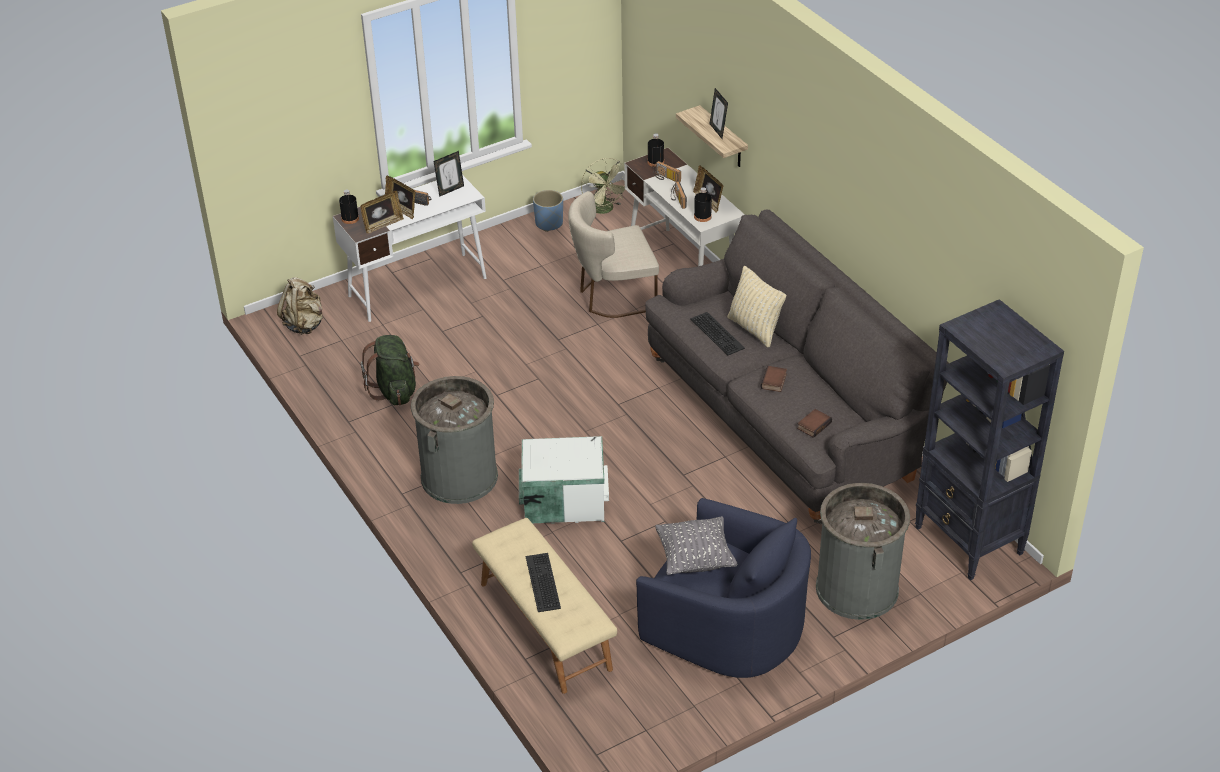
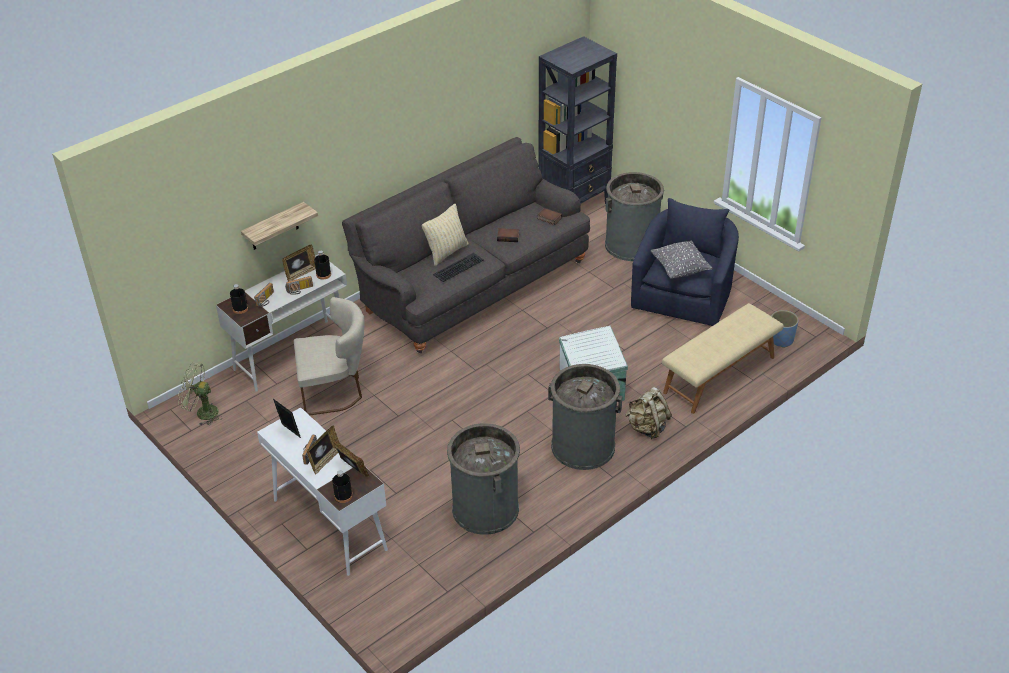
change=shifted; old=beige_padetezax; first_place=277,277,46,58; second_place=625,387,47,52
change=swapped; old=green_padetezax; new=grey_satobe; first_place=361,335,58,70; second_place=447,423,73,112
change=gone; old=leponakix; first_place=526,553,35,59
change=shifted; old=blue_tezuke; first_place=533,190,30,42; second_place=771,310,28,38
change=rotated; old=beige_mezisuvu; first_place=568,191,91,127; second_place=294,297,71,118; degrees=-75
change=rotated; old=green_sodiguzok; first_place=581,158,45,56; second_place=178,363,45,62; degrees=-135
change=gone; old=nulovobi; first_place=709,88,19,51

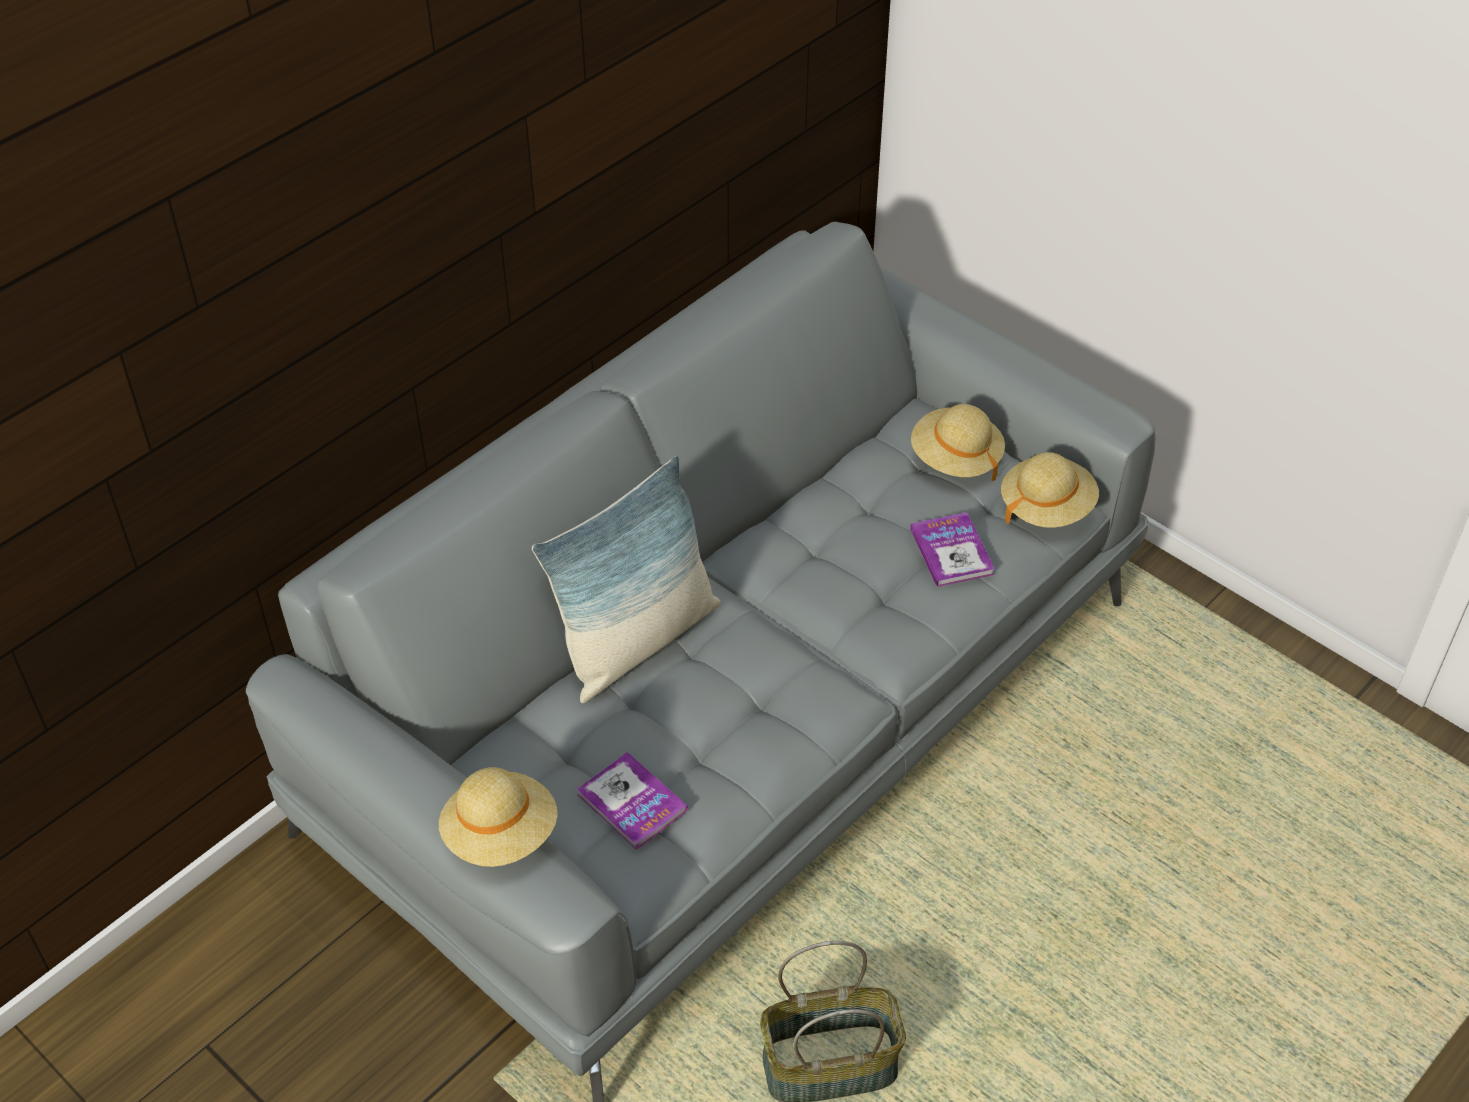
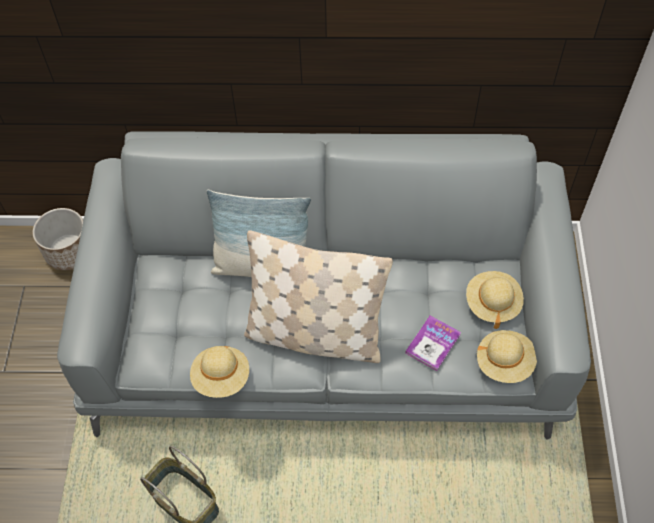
change=shifted; old=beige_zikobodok; first_place=439,767,119,100; second_place=190,346,59,52
change=gone; old=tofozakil; first_place=577,752,111,98
change=new; new=tezuke; second_place=33,208,50,62
change=new; new=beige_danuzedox; second_place=244,230,149,133

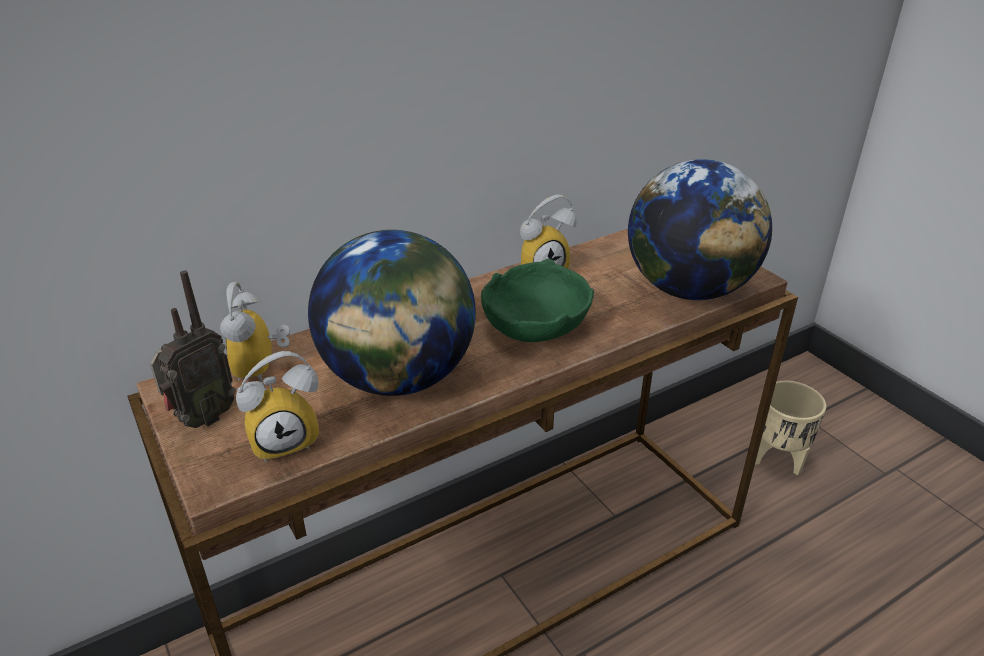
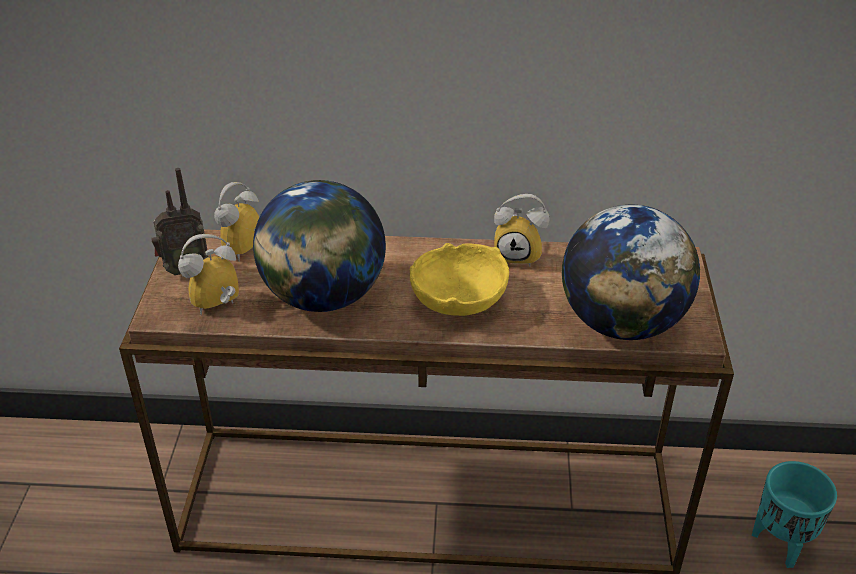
change=rotated; old=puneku; first_place=236,351,83,112; second_place=178,234,61,81; degrees=135
change=repainted; old=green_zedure; new=yellow_zedure; first_place=481,259,113,83; second_place=410,243,99,73
change=repainted; old=beige_tezuke; new=turquoise_tezuke; first_place=755,381,71,94; second_place=752,461,85,107

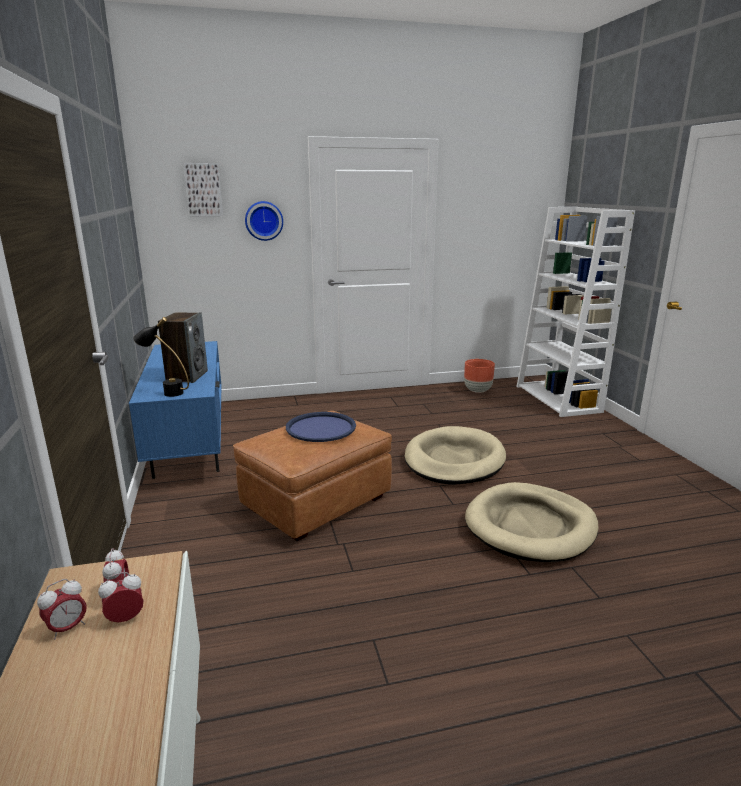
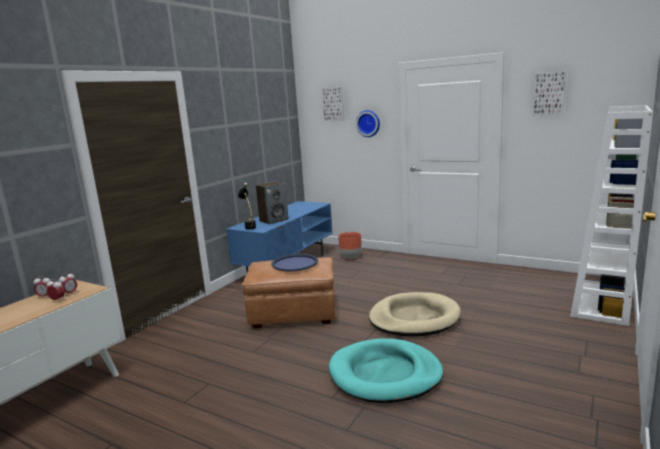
change=shifted; old=brown_tezuke; first_place=464,359,31,34; second_place=338,232,24,26
change=repainted; old=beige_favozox; new=turquoise_favozox; first_place=465,482,134,80; second_place=329,338,114,65
change=new; new=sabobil; second_place=533,71,33,44

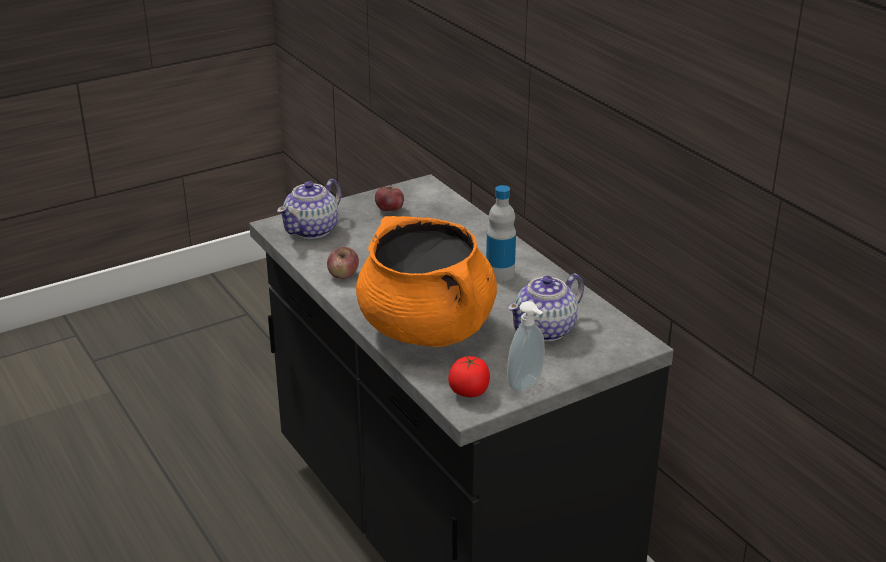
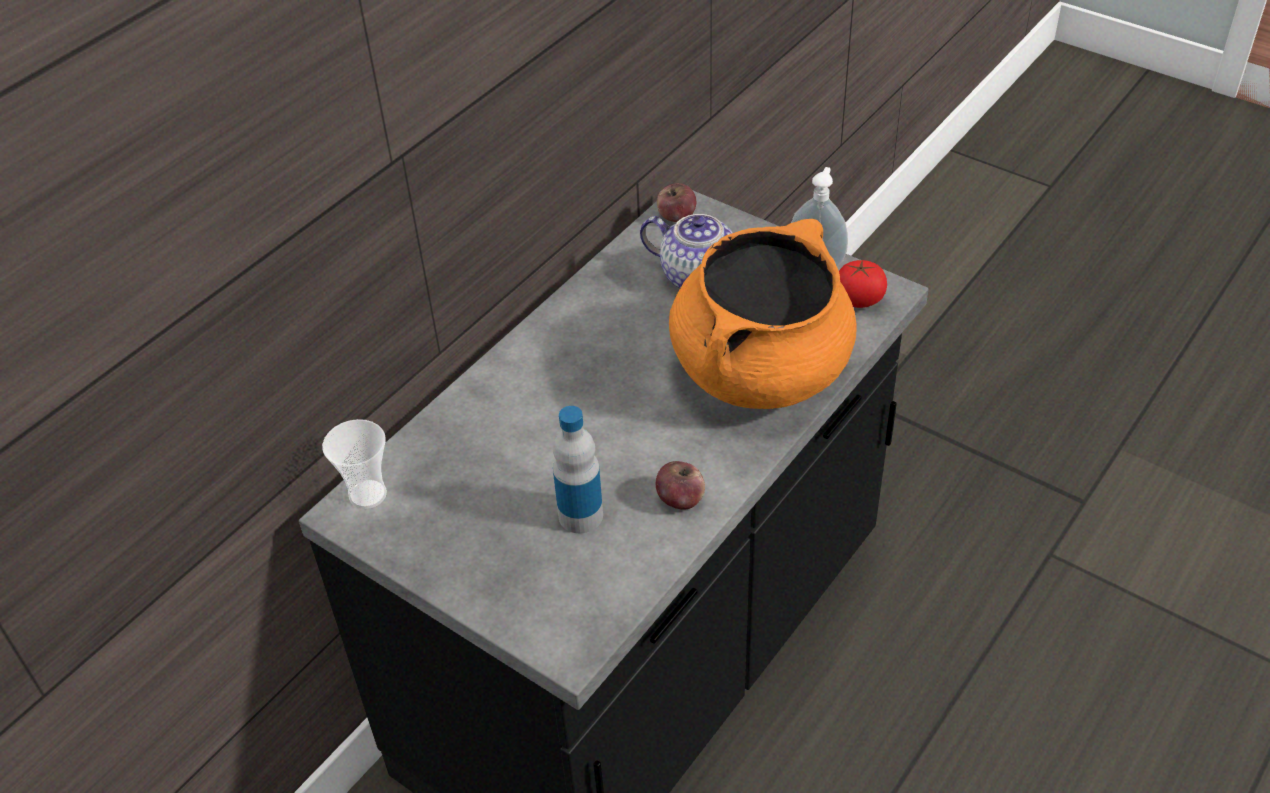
change=gone; old=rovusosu; first_place=277,179,65,60
change=shifted; old=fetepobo; first_place=375,184,29,27; second_place=657,183,39,39
change=shifted; old=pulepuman; first_place=486,185,30,96; second_place=553,406,50,127
change=new; new=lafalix; second_place=322,419,65,90

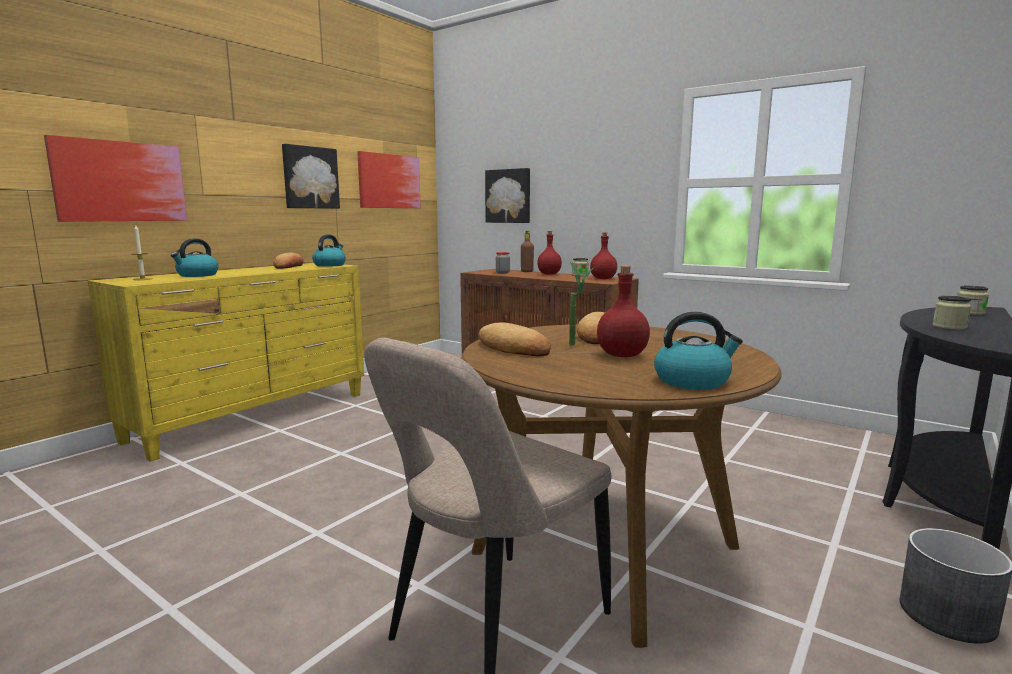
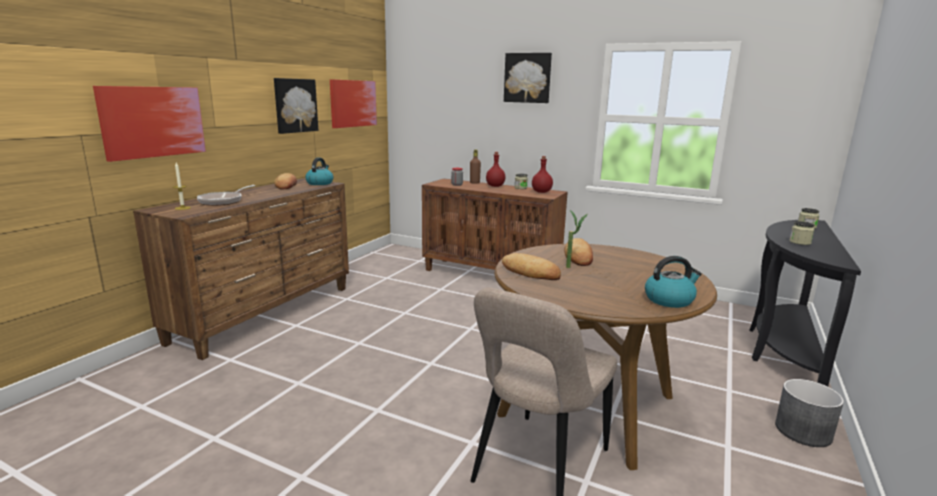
change=repainted; old=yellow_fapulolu; new=brown_fapulolu; first_place=88,263,276,199; second_place=133,178,216,182
change=swapped; old=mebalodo; new=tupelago; first_place=171,239,48,38; second_place=197,185,58,21
change=shifted; old=sabobil; first_place=485,168,45,55; second_place=504,53,48,50
change=gone; old=red_pulepuman; first_place=597,266,53,91

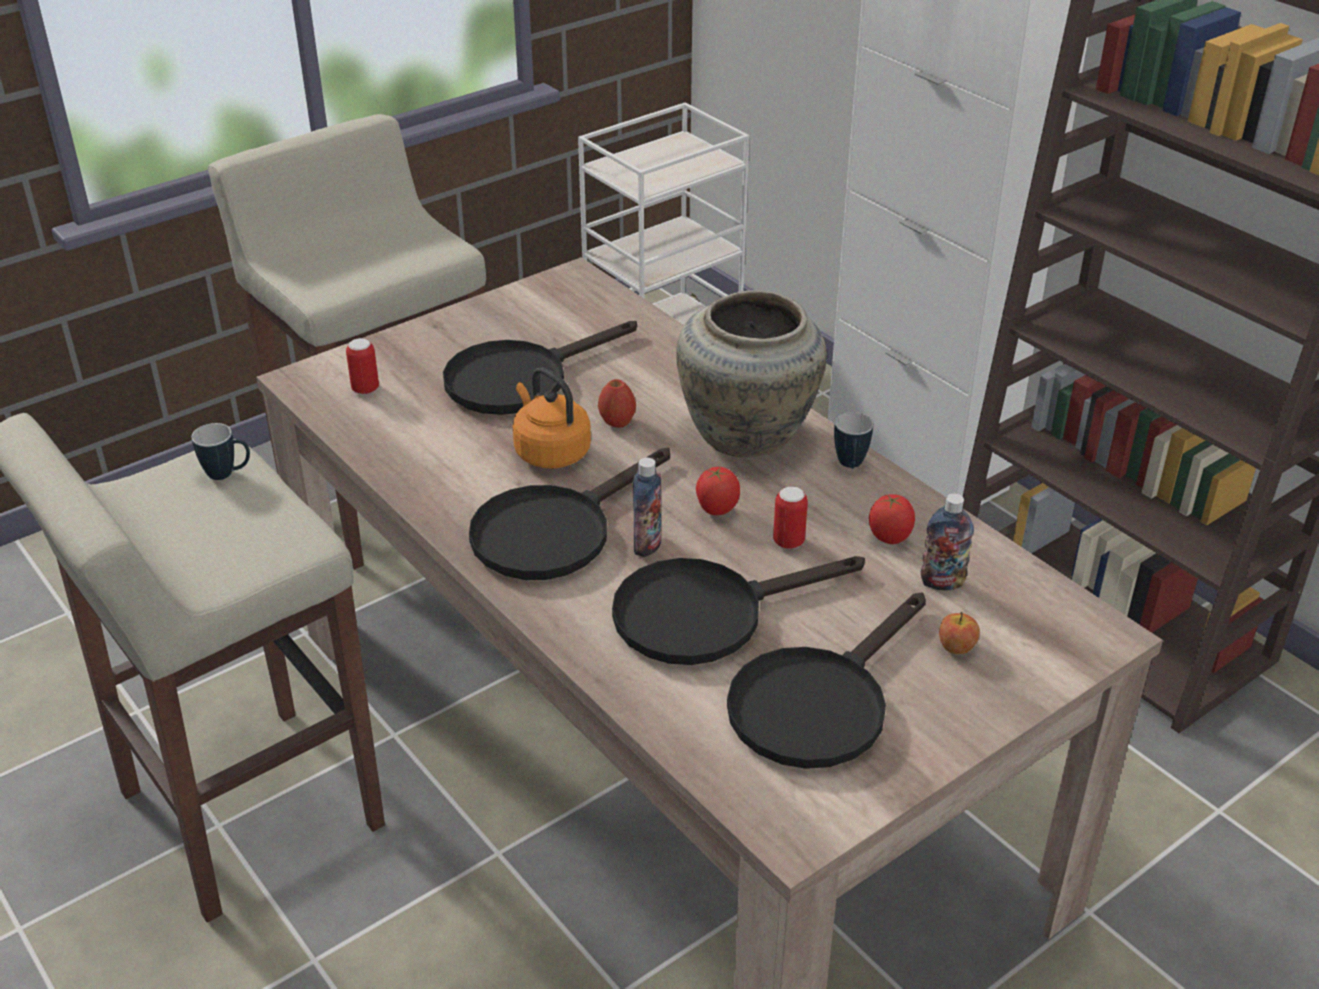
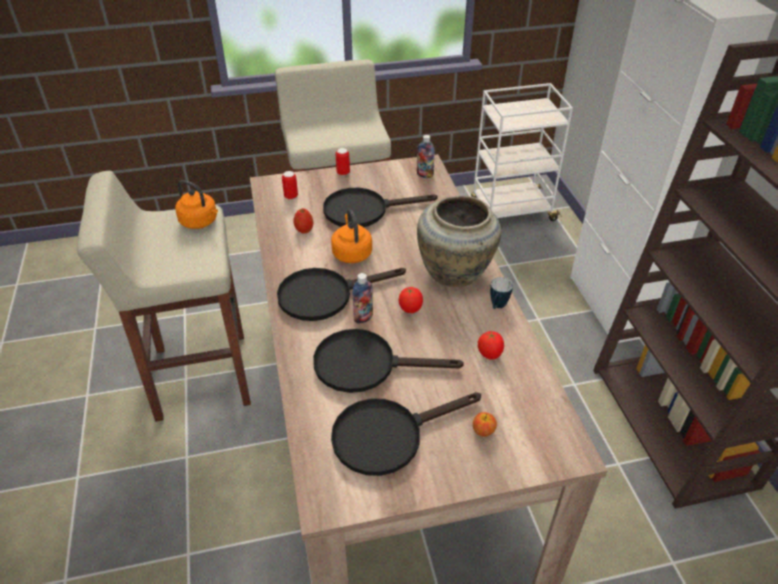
change=swapped; old=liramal; new=orange_mebalodo; first_place=191,423,59,57; second_place=175,180,43,49
change=shifted; old=fetepobo; first_place=598,379,38,49; second_place=294,208,20,26
change=shifted; old=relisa; first_place=773,487,35,62; second_place=335,148,15,28
change=shifted; old=pulepuman; first_place=921,493,53,97; second_place=417,135,18,43

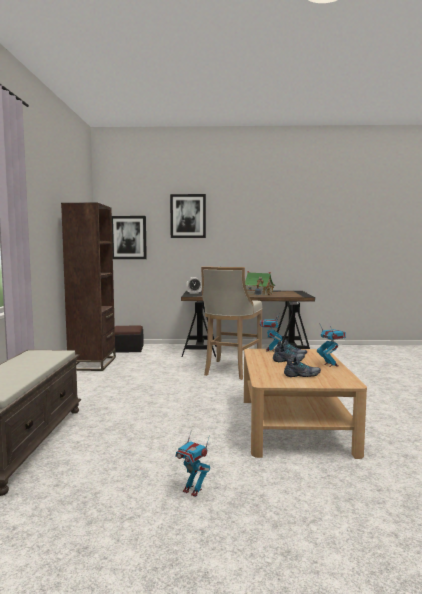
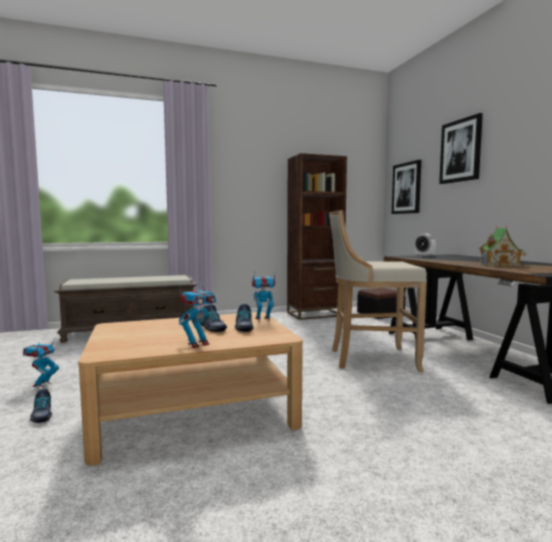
change=shifted; old=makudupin; first_place=284,357,37,20; second_place=30,388,22,35

